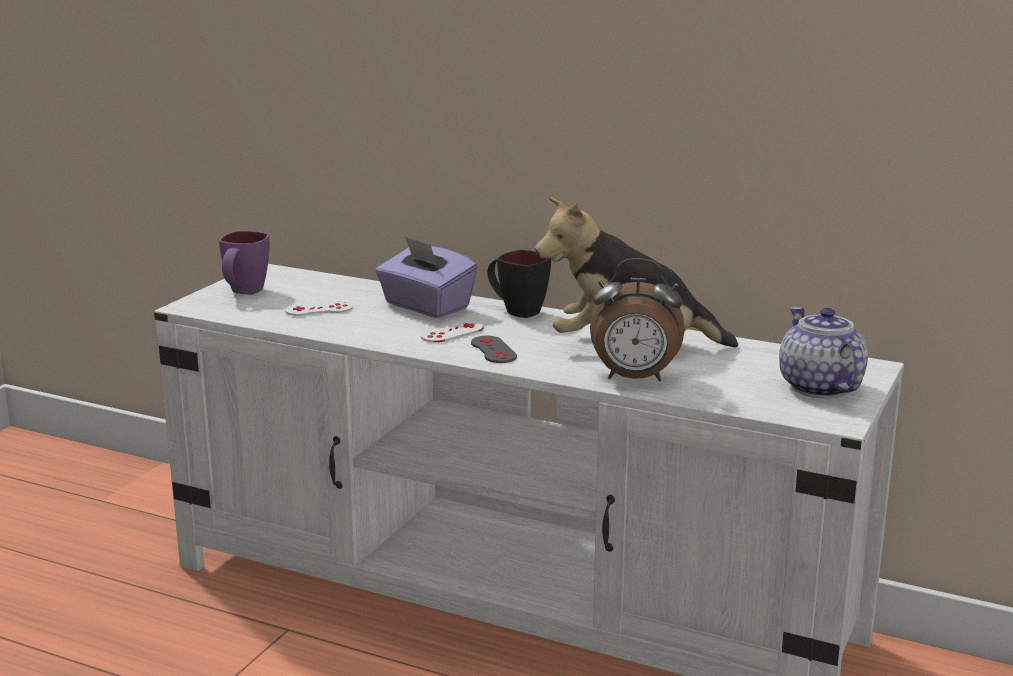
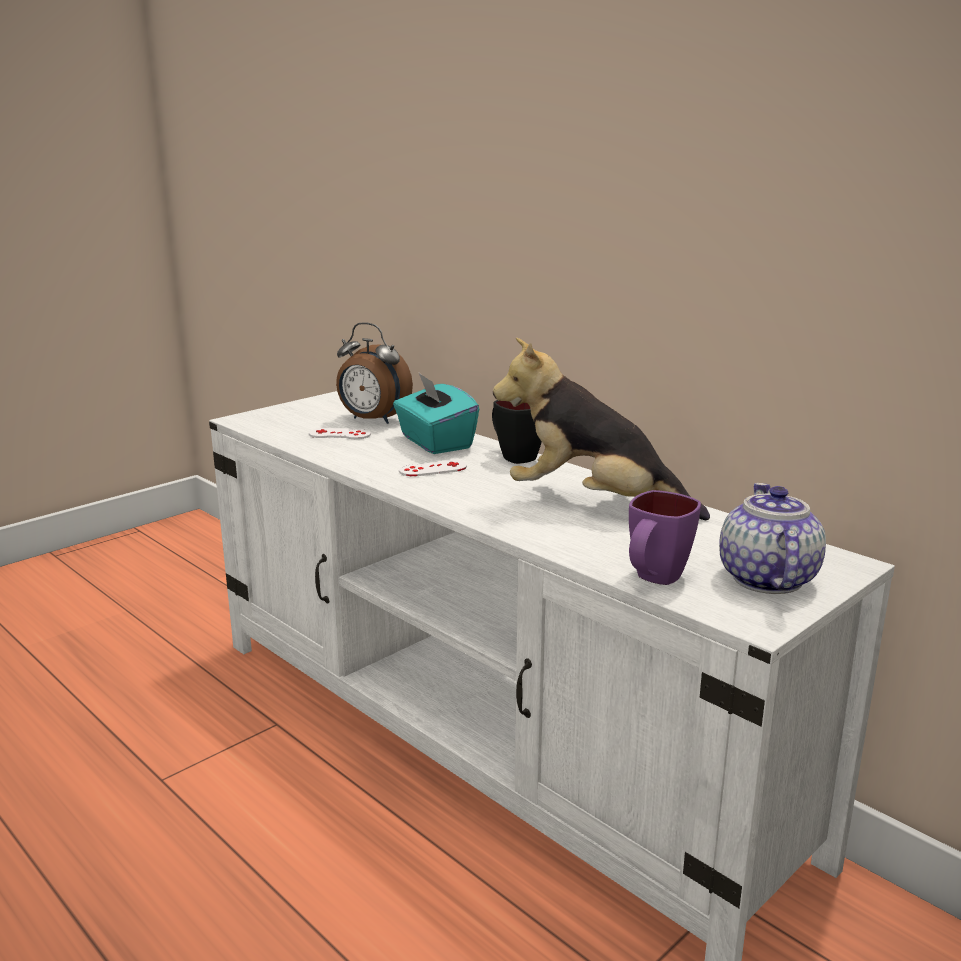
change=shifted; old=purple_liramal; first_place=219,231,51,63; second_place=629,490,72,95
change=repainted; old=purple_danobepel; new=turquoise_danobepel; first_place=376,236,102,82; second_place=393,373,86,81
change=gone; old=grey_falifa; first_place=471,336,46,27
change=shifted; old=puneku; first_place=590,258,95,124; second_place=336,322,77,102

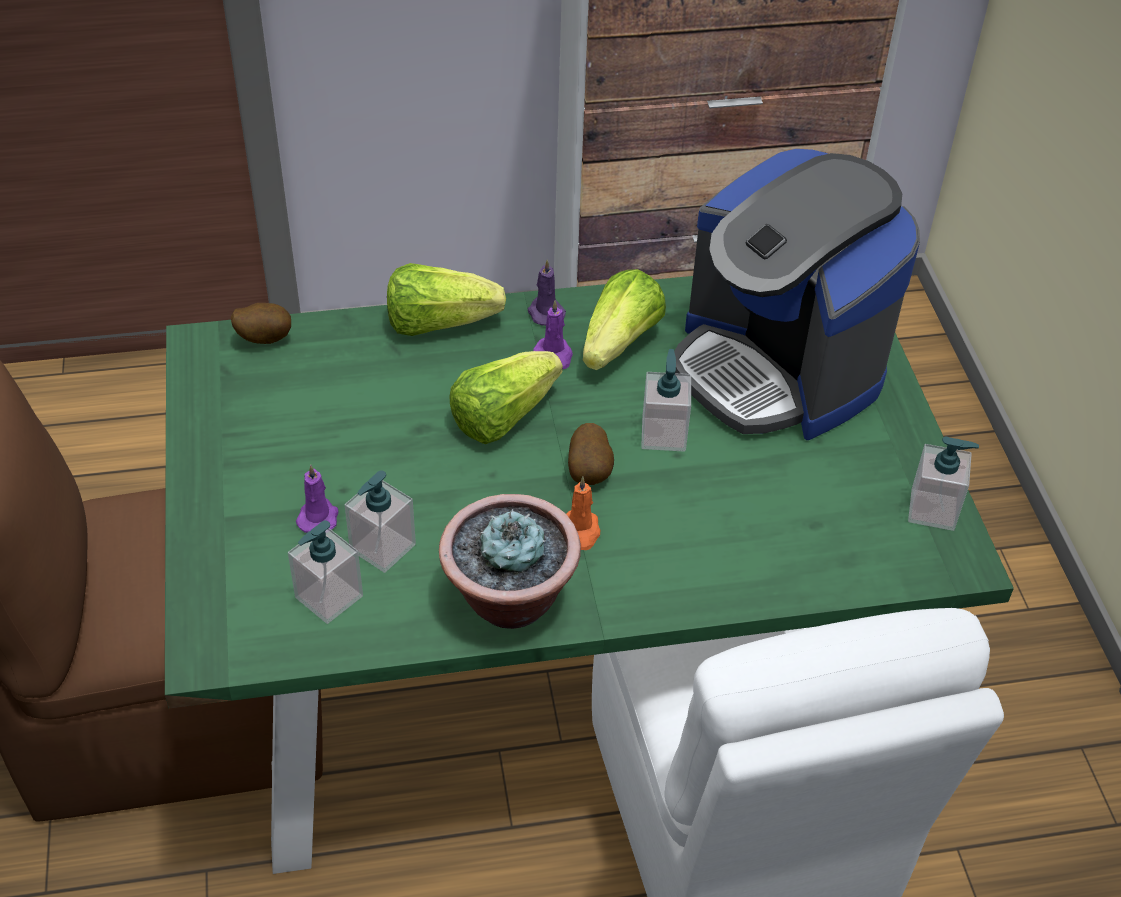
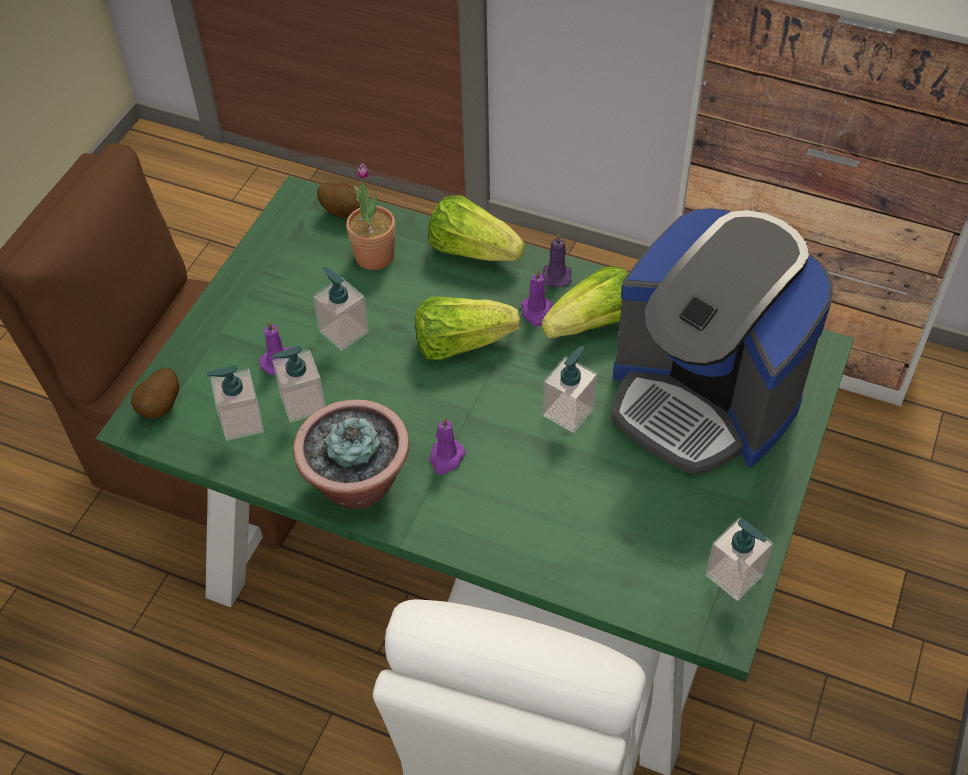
change=repainted; old=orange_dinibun; new=purple_dinibun; first_place=566,476,34,74; second_place=429,416,37,59
change=shifted; old=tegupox; first_place=568,423,46,62; second_place=131,368,48,51
change=rotated; old=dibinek; first_place=674,149,246,291; second_place=611,208,222,267; degrees=-45
change=new; new=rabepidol; second_place=313,267,56,84
change=new; new=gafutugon; second_place=346,163,49,107

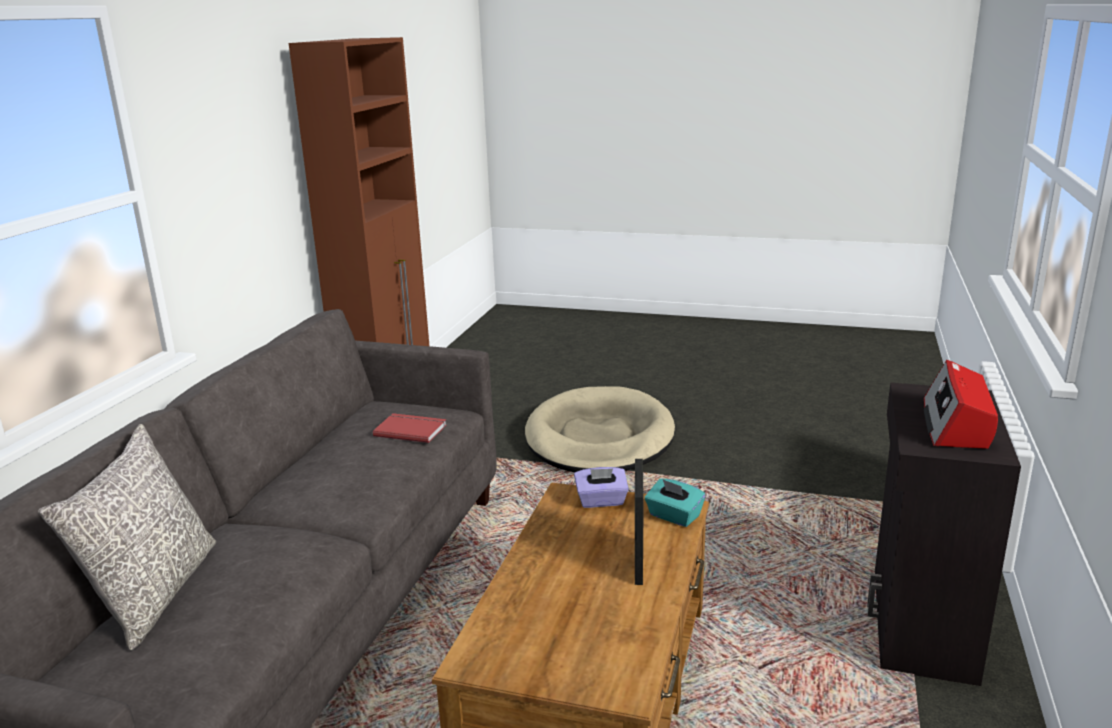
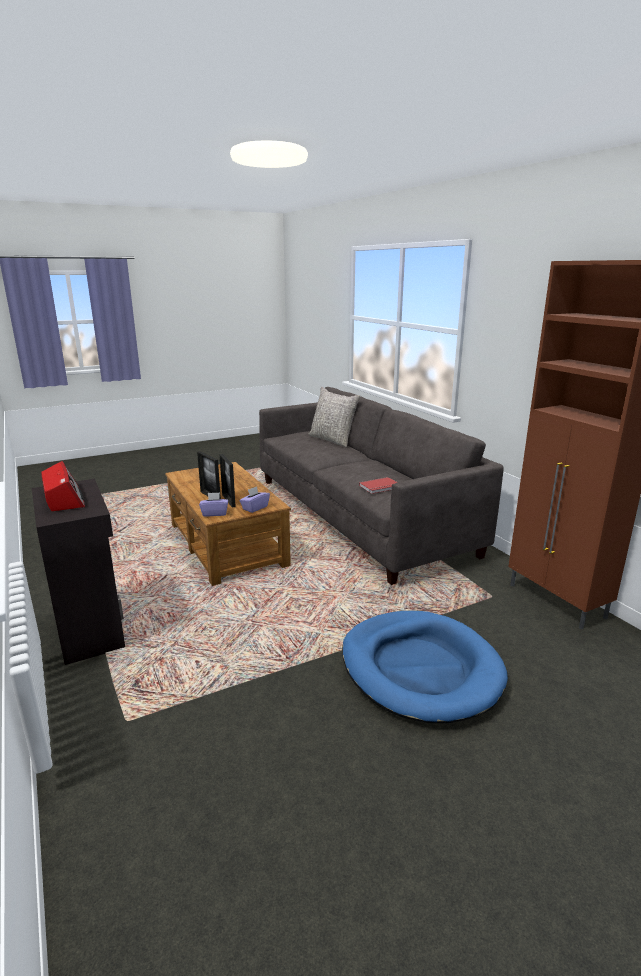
change=repainted; old=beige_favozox; new=blue_favozox; first_place=525,386,150,86; second_place=342,611,166,112
change=repainted; old=turquoise_danobepel; new=purple_danobepel; first_place=645,479,61,48; second_place=199,492,29,25
change=new; new=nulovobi; second_place=219,454,17,53

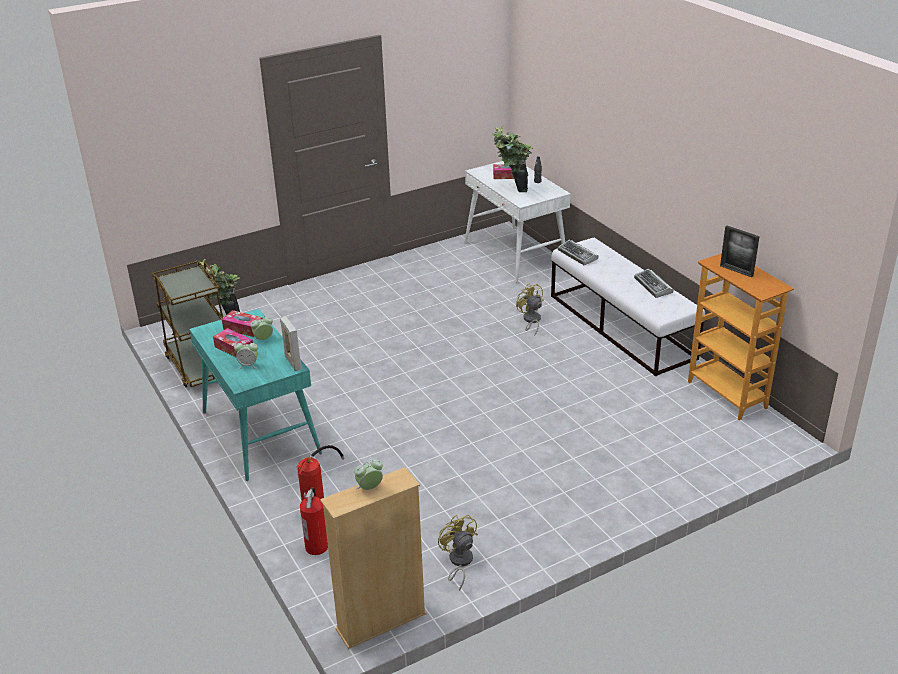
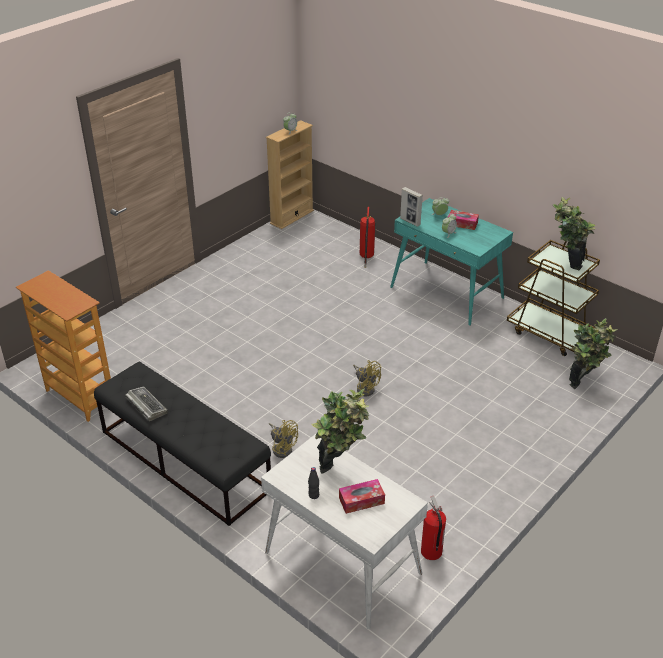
change=gone; old=danobepel; first_place=222,310,41,27
change=shifted; old=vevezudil; first_place=300,487,28,68; second_place=421,496,25,64
change=shifted; old=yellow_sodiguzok; first_place=438,515,40,76; second_place=353,360,28,36
change=repainted; old=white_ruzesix; new=black_ruzesix; first_place=551,238,154,138; second_place=94,362,177,164
change=gone; old=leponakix; first_place=558,240,40,25
change=gone; old=nulovobi; first_place=720,226,40,52
change=new; new=gafutugon; second_place=553,197,42,73

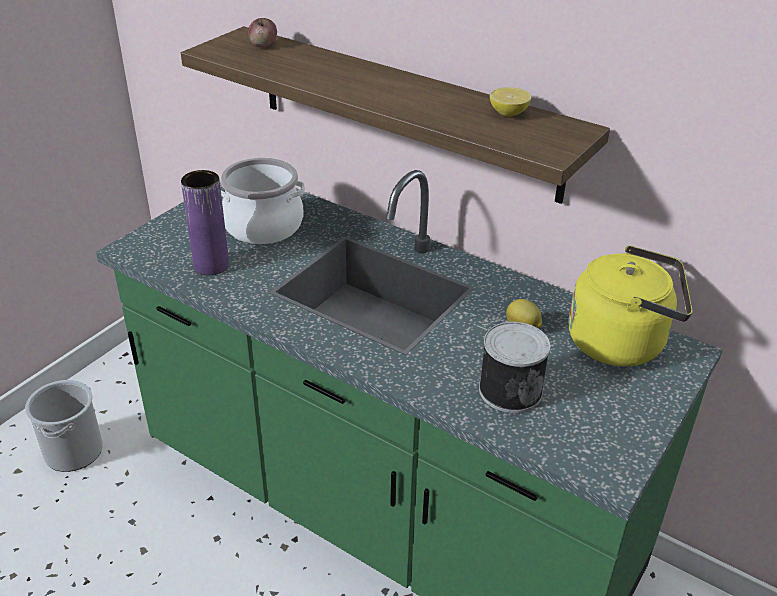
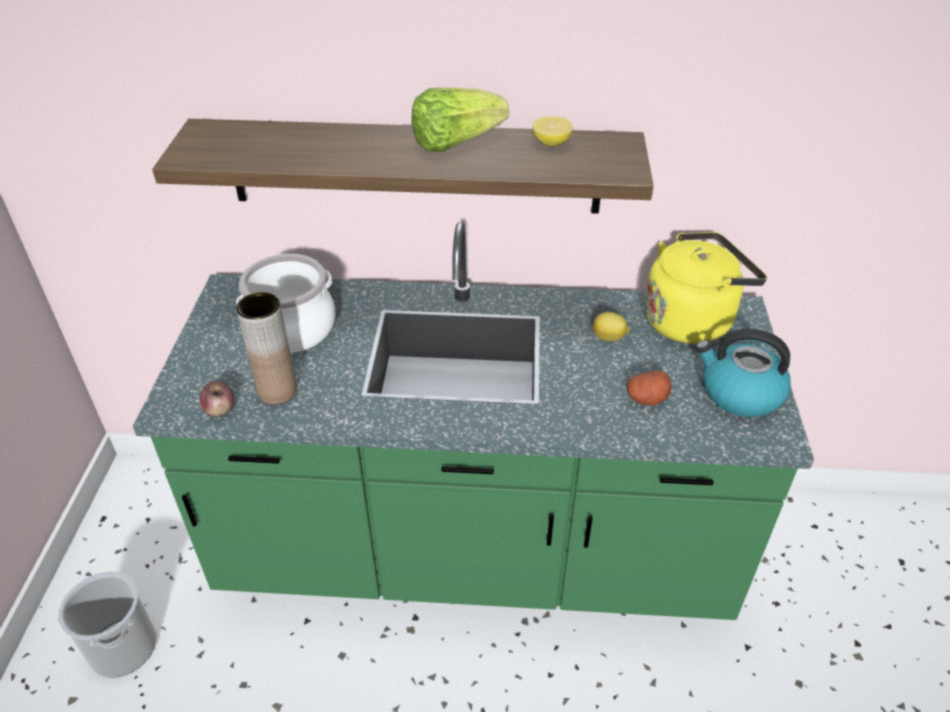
change=repainted; old=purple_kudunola; new=brown_kudunola; first_place=181,170,48,105; second_place=236,292,61,112
change=shifted; old=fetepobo; first_place=248,18,29,30; second_place=199,381,35,36
change=swapped; old=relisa; new=tegupox; first_place=479,322,72,91; second_place=627,371,45,35
change=new; new=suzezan; second_place=412,88,97,64
change=new; new=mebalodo; second_place=696,329,95,88

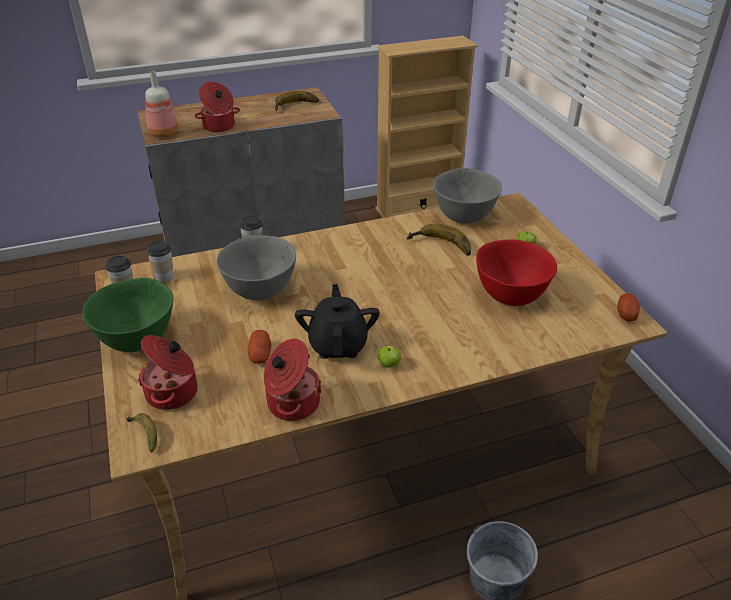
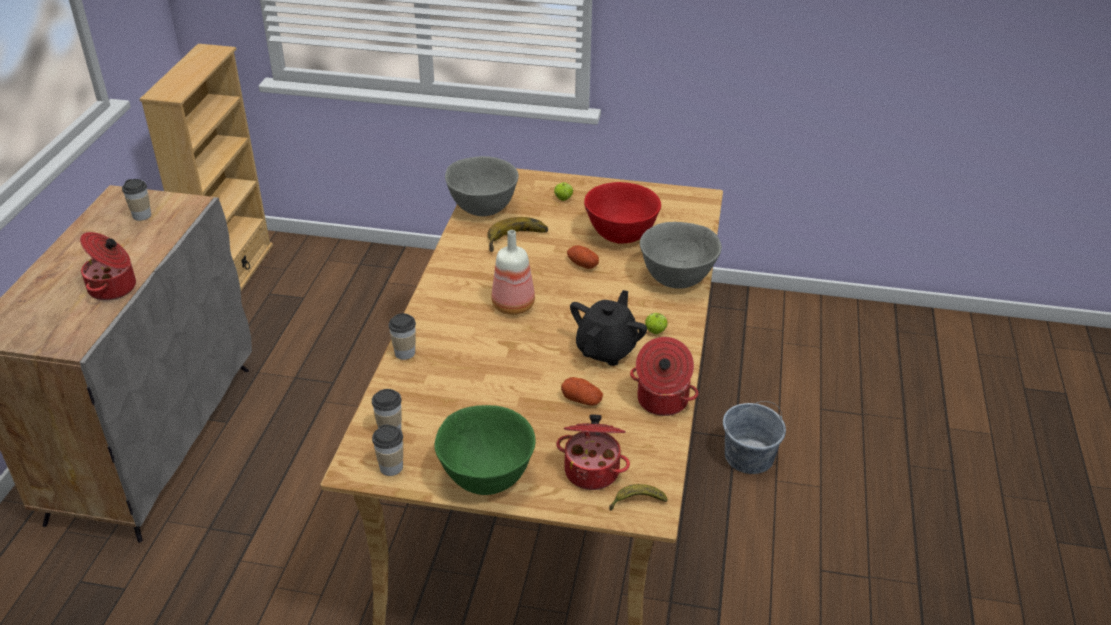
change=shifted; old=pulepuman; first_place=145,71,34,66; second_place=492,230,43,85
change=shifted; old=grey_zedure; first_place=216,235,80,66; second_place=640,222,82,67
change=swapped; old=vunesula; new=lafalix; first_place=275,91,44,20; second_place=122,179,29,42
change=rotated; old=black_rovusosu; first_place=295,284,85,75; second_place=570,290,77,76; degrees=90
change=shifted; old=tegupox; first_place=617,293,23,28; second_place=567,245,32,24

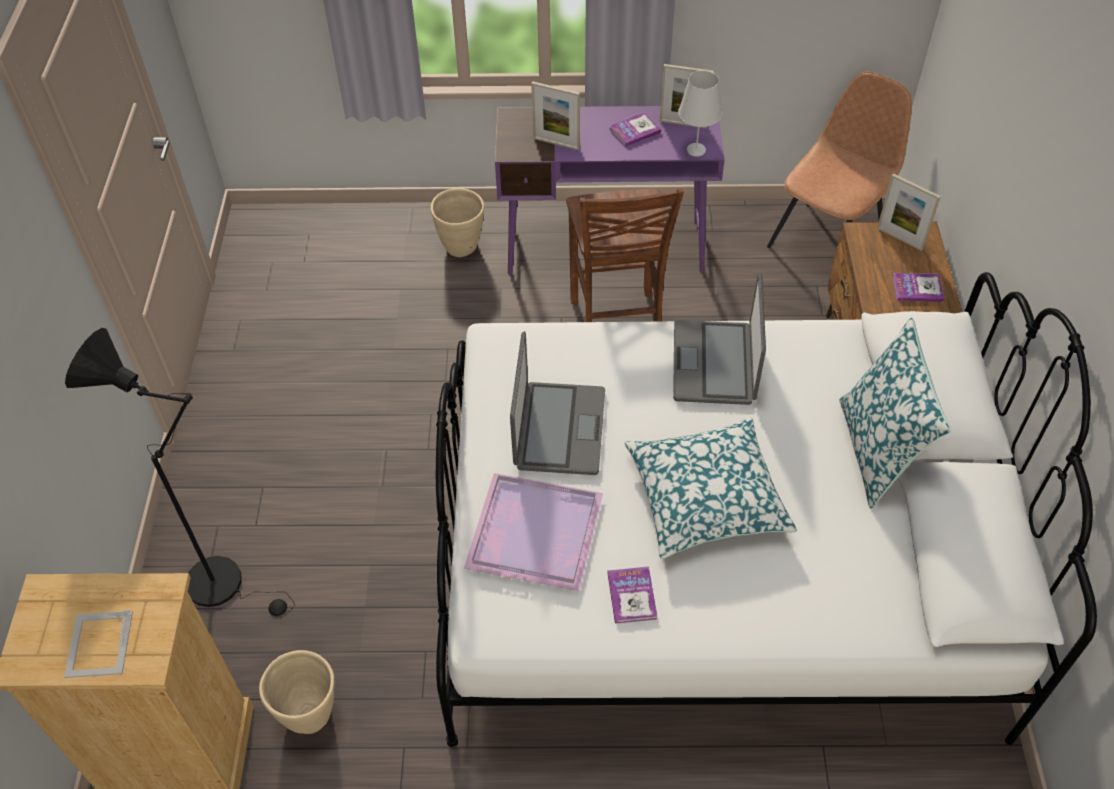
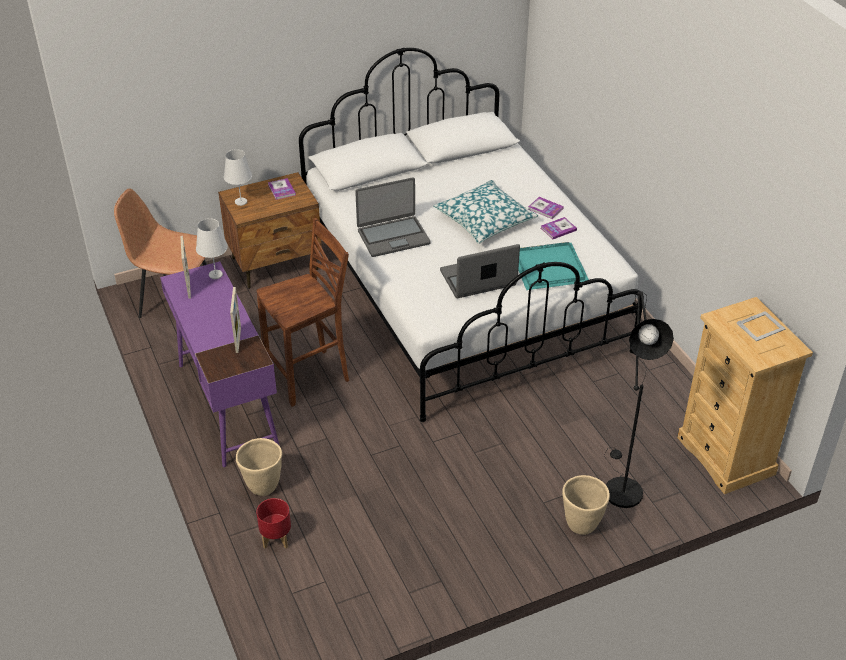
change=shifted; old=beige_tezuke; first_place=259,650,76,84; second_place=562,475,48,60
change=repainted; old=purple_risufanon; new=turquoise_risufanon; first_place=464,473,139,118; second_place=518,242,71,48
change=shifted; old=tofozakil; first_place=609,112,52,35; second_place=528,197,36,22
change=gone; old=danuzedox; first_place=839,318,113,191
change=swapped; old=nulovobi; new=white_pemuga; first_place=877,174,64,77; second_place=224,149,28,57
change=new; new=red_tezuke; second_place=256,498,35,50

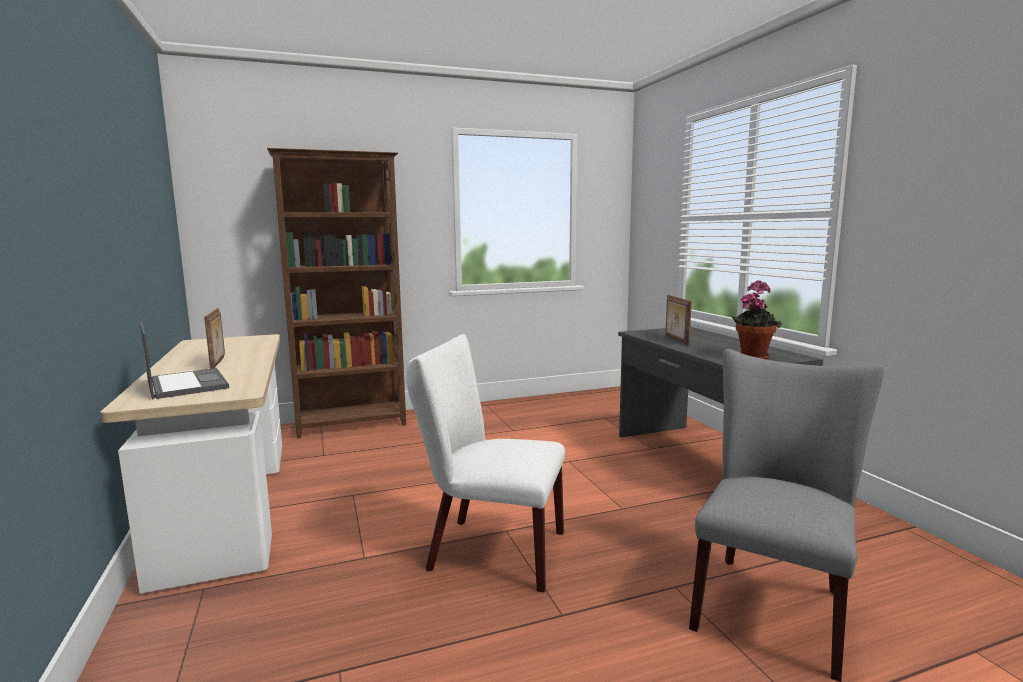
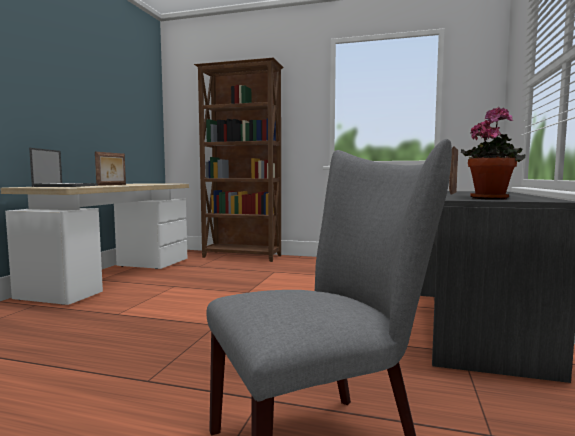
change=gone; old=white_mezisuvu; first_place=407,334,158,258

